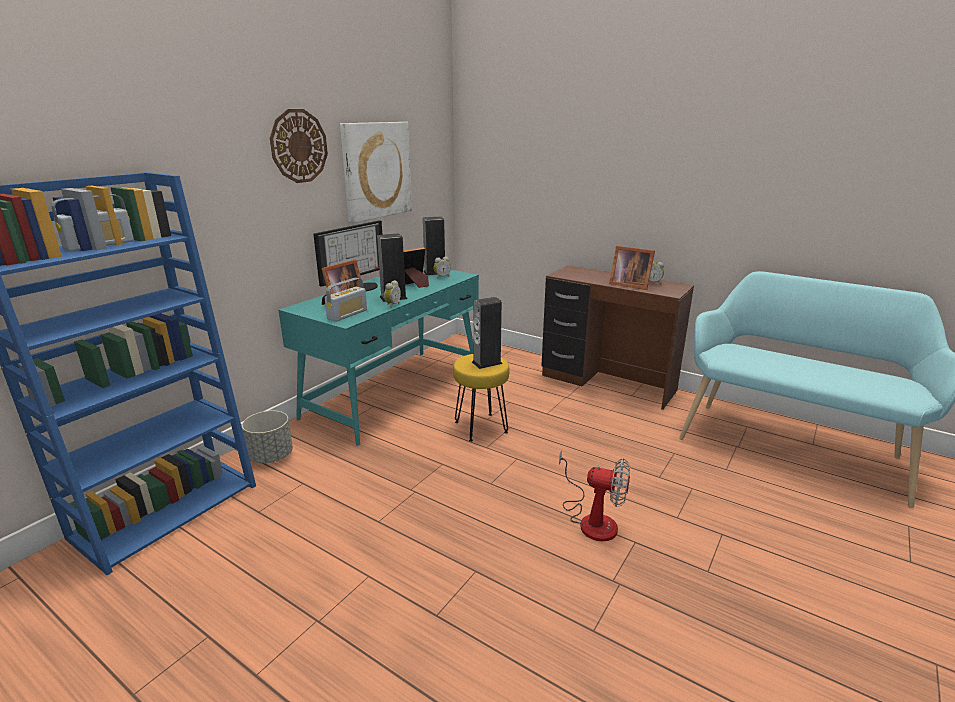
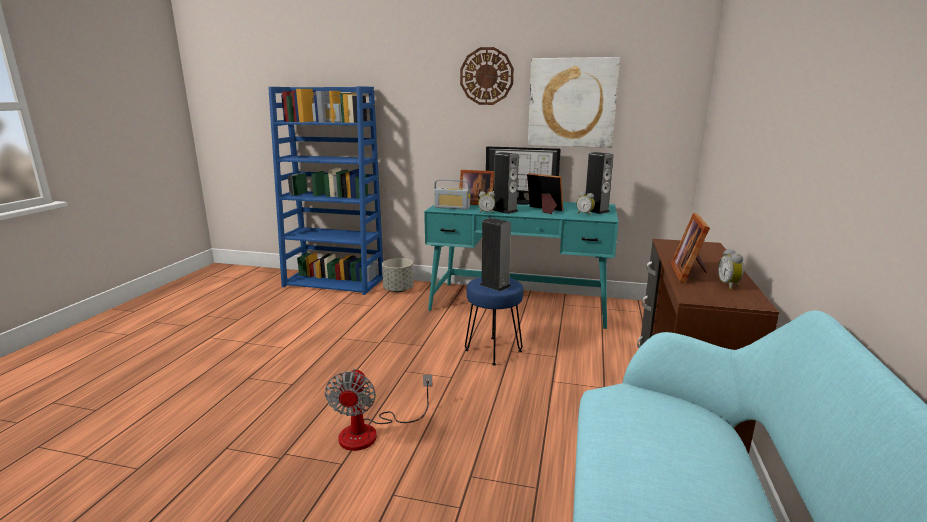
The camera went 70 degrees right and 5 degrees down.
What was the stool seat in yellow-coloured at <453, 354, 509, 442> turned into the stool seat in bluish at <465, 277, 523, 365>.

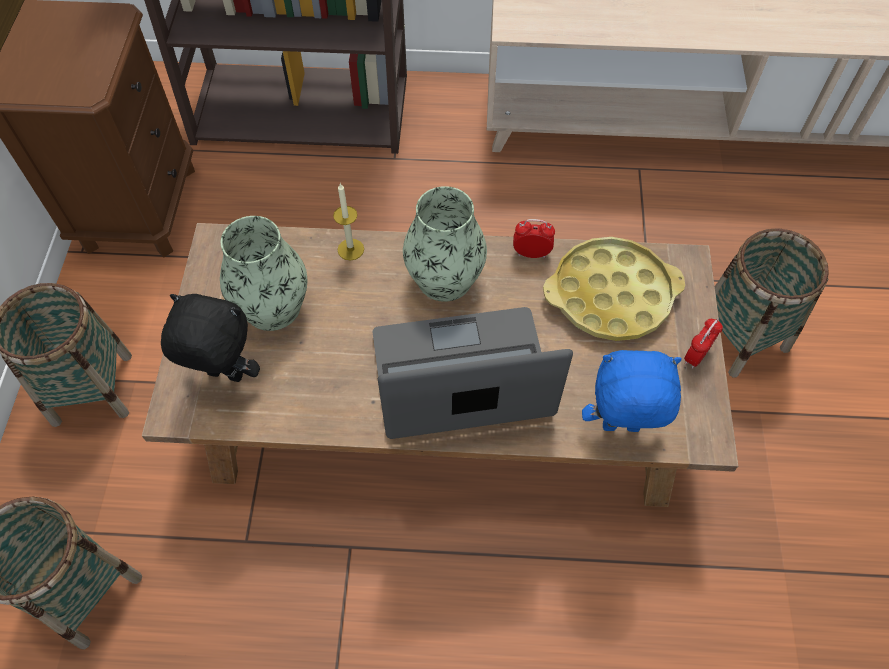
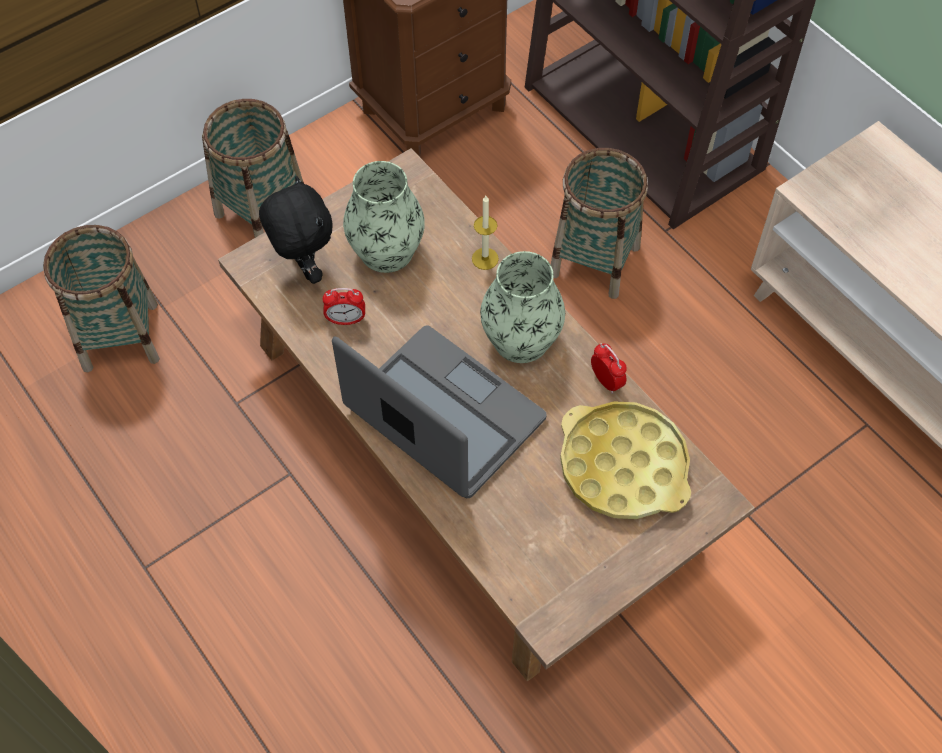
The camera went 50 degrees right and 0 degrees up.
The alarm clock ended up elsewhere, having gone from <684, 319, 723, 369> to <322, 288, 365, 325>.
The household basket ended up elsewhere, having gone from <715, 228, 829, 378> to <551, 148, 648, 299>.
The second view lost the cuddly toy in bluish at <582, 350, 682, 432>.

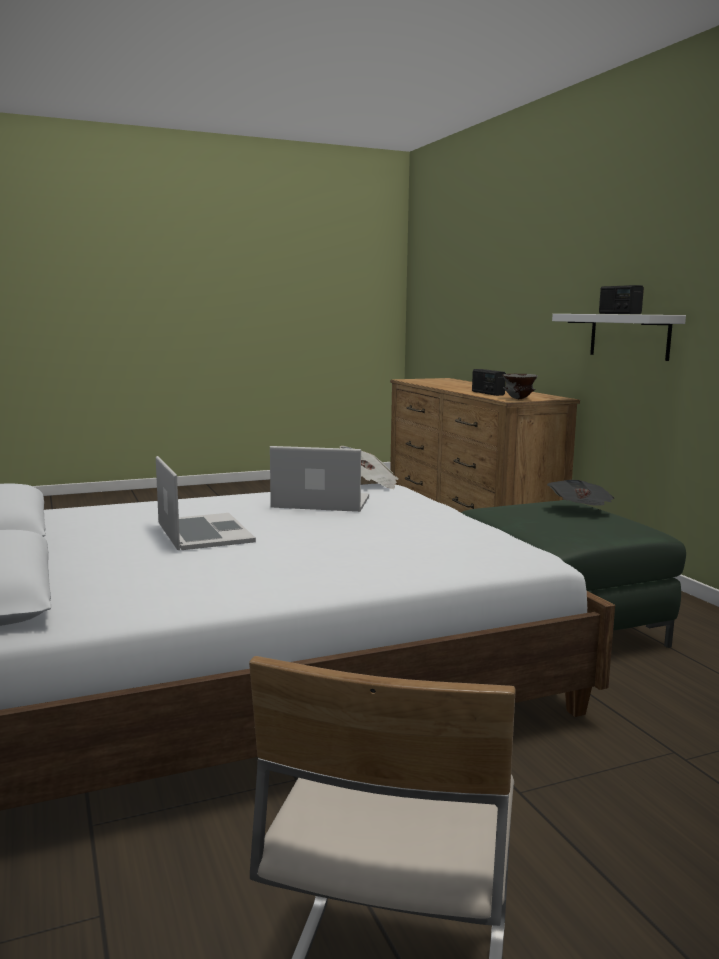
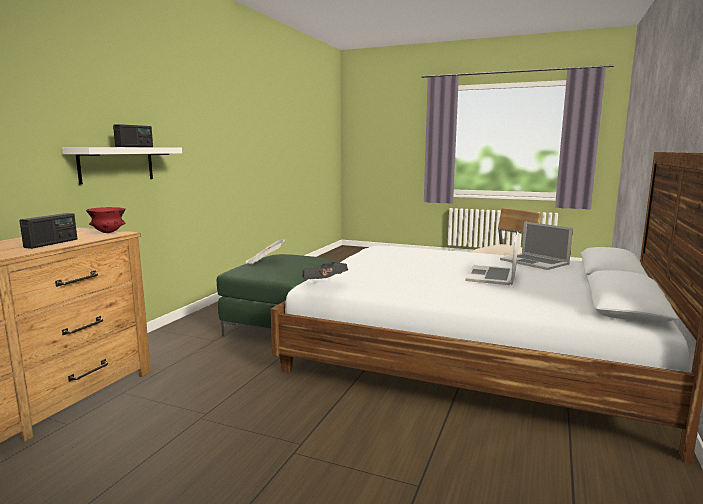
The camera went 135 degrees left and 0 degrees up.
What was the deep dish in greyish at <502, 374, 538, 399> turned into the deep dish in red-coloured at <86, 207, 126, 233>.
The notebook computer ended up elsewhere, having gone from <270, 446, 369, 512> to <500, 221, 573, 270>.

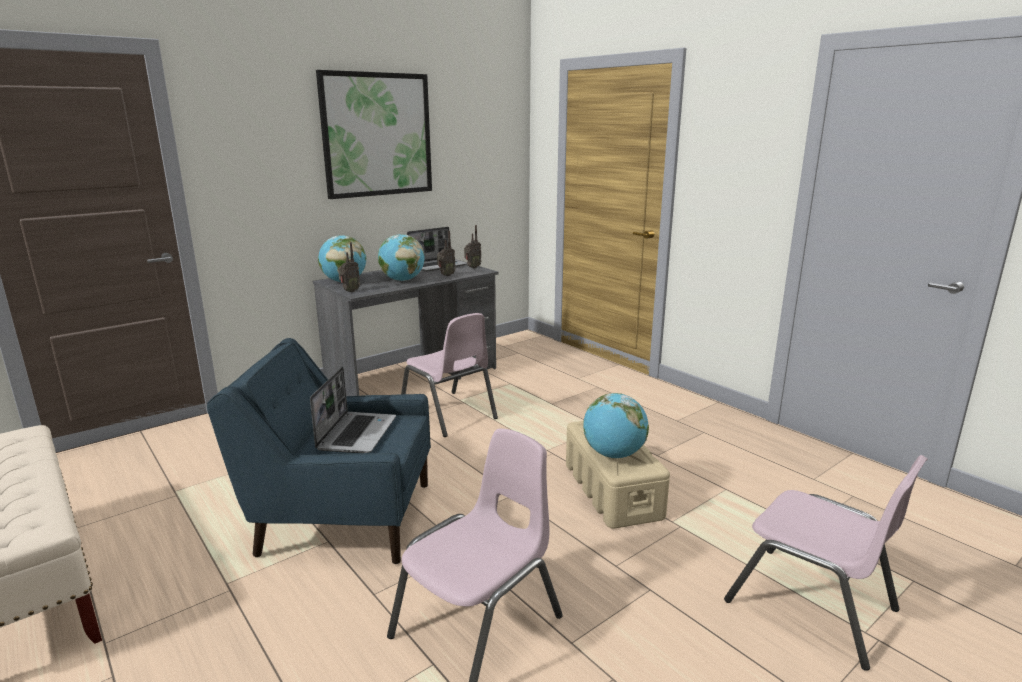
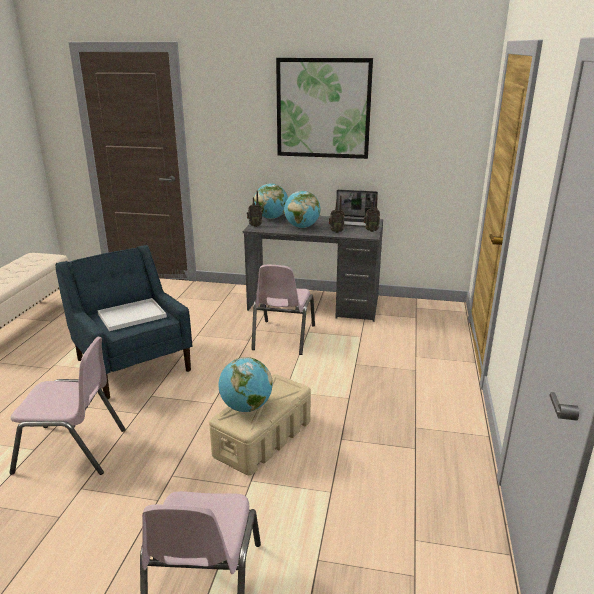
The camera went 50 degrees right and 5 degrees up.
Where the notebook computer stood at <310, 367, 396, 453>, the carrying tray in whitish came to stand at <98, 298, 167, 331>.

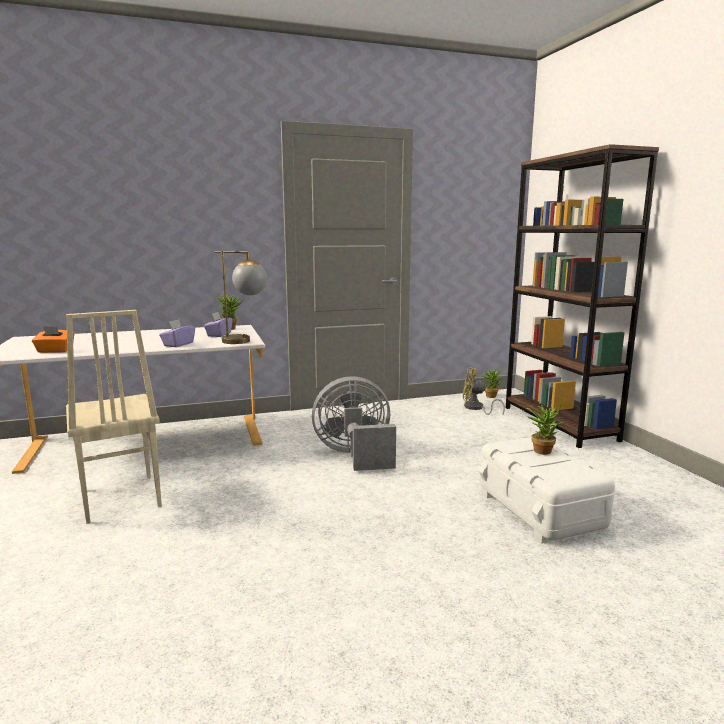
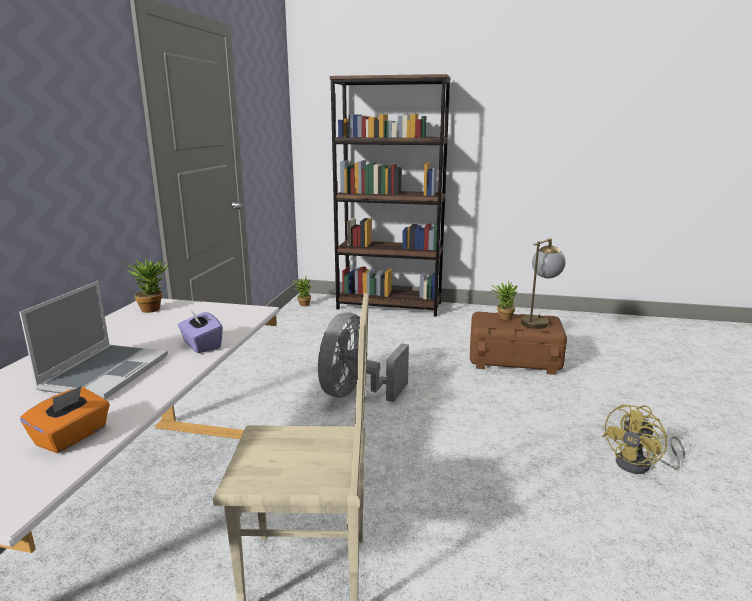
The camera went 60 degrees left and 5 degrees up.
The second view gained the notebook computer at <19, 281, 168, 399>.
What was the storage container in whitish at <478, 437, 615, 544> turned into the storage container in brown at <470, 312, 567, 375>.
The table lamp ended up elsewhere, having gone from <214, 250, 267, 344> to <521, 238, 565, 329>.
The cooling fan in yellow-coloured ended up elsewhere, having gone from <463, 367, 505, 416> to <602, 404, 685, 474>.
The second view lost the tissue box in purple at <204, 312, 233, 337>.

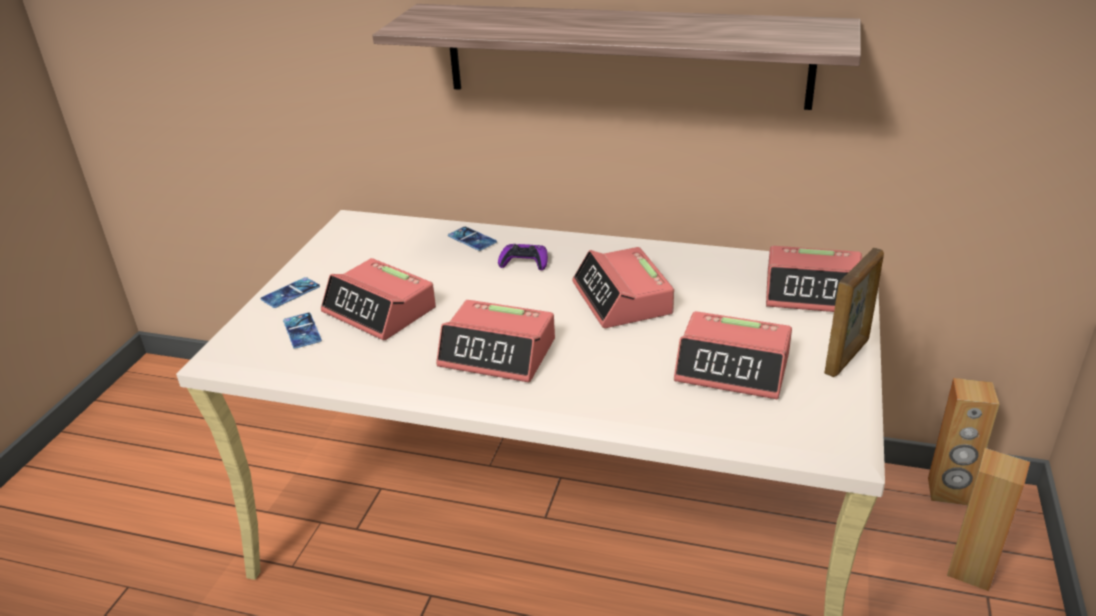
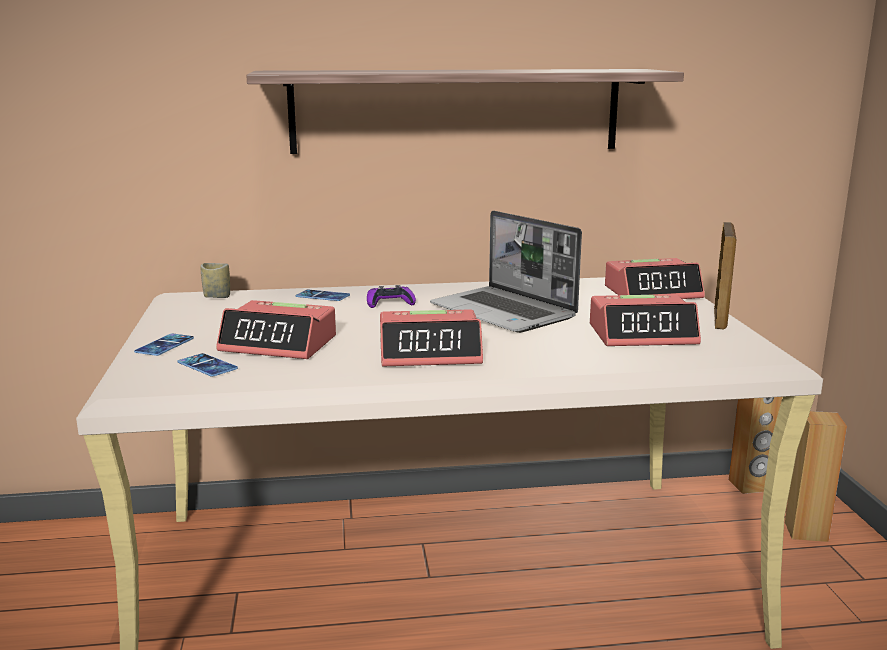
The camera went 25 degrees left and 15 degrees down.
The second view gained the cup at <200, 263, 230, 298>.
Where the alarm clock stood at <572, 247, 674, 328>, the notebook computer came to stand at <430, 211, 582, 333>.

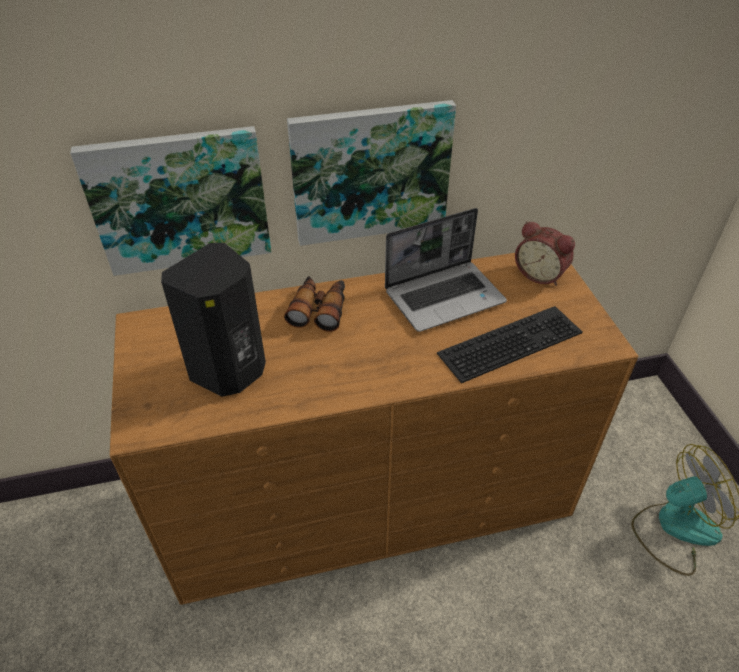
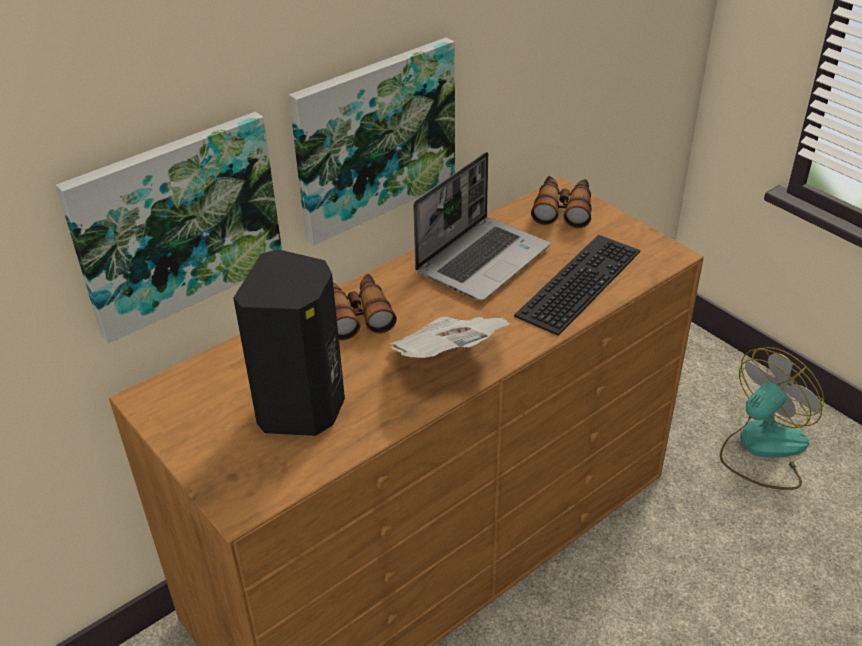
The camera went 25 degrees left and 5 degrees down.
The second view gained the printed paper at <390, 316, 510, 358>.
Where the alarm clock stood at <515, 221, 575, 286>, the pair of binoculars came to stand at <531, 176, 592, 228>.

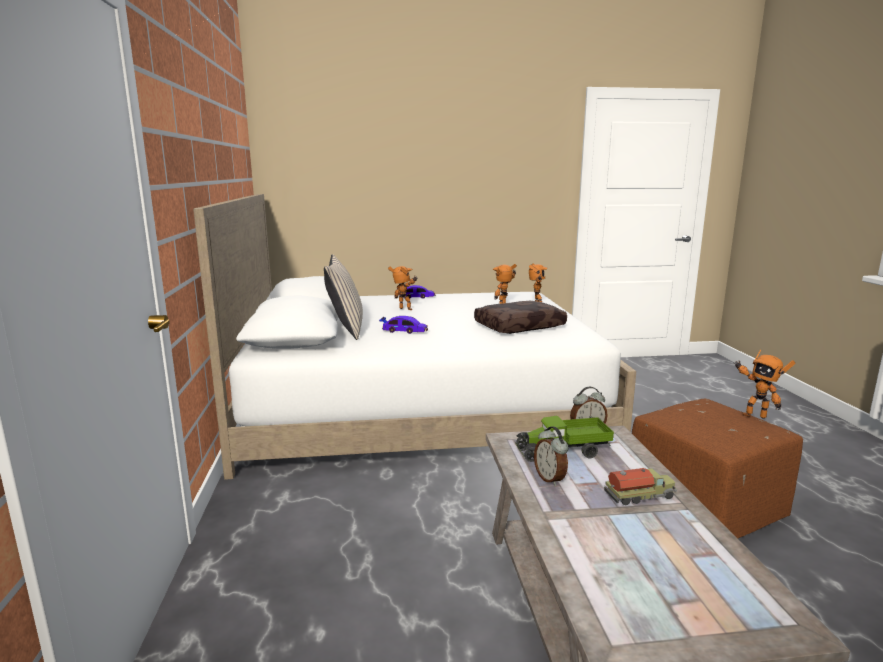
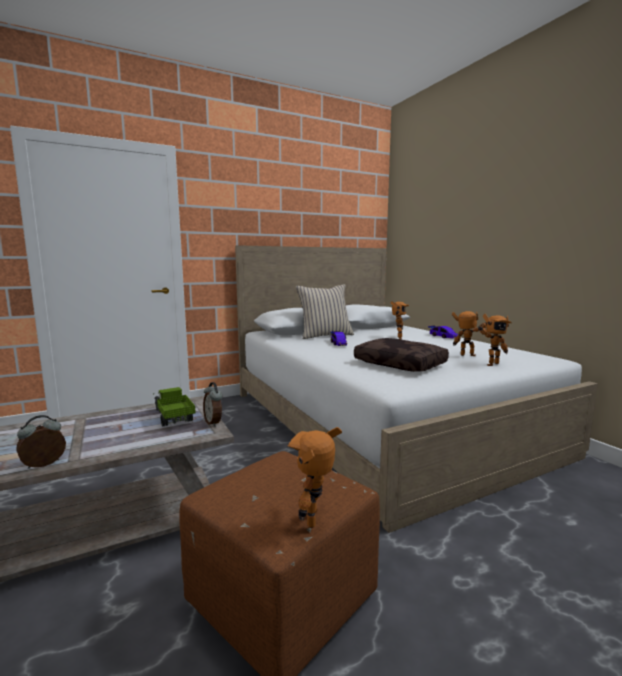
The camera went 70 degrees right and 5 degrees down.
The alarm clock ended up elsewhere, having gone from <534, 426, 568, 486> to <16, 415, 66, 469>.
The second view lost the toy lorry at <604, 468, 677, 505>.

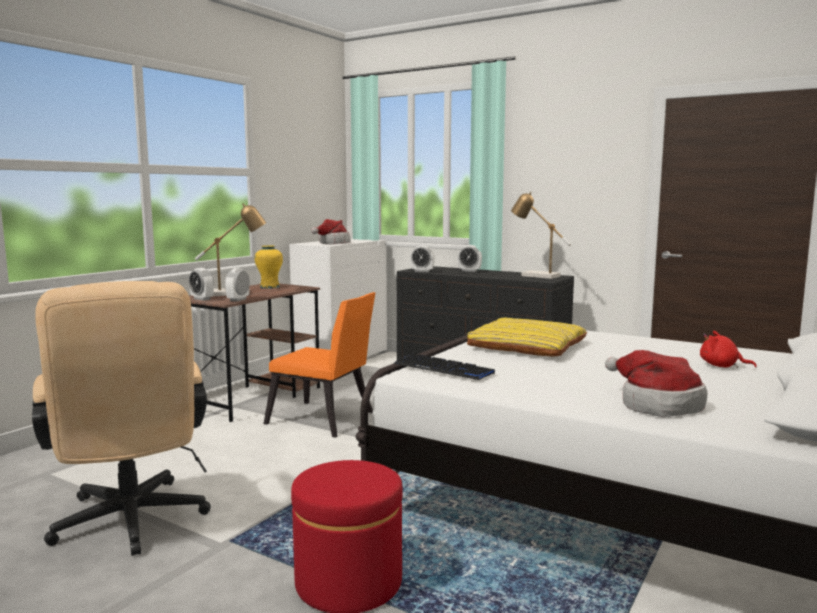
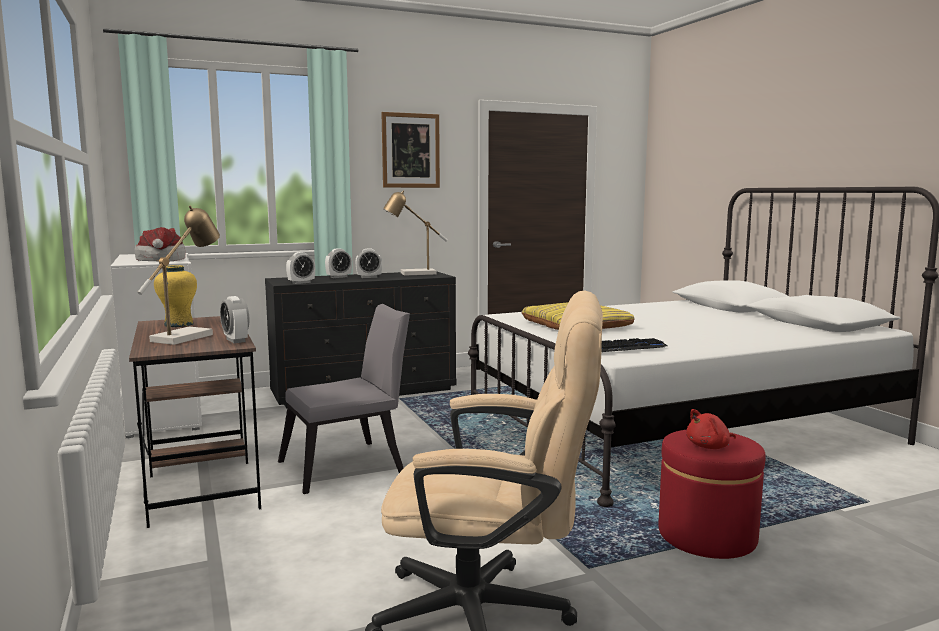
The camera went 55 degrees left and 0 degrees up.
What was the chair in orange at <264, 292, 376, 438> turned into the chair in greyish at <278, 304, 410, 494>.
The alarm clock ended up elsewhere, having gone from <189, 268, 214, 301> to <355, 248, 382, 278>.
The second view gained the wall picture at <381, 112, 440, 188>.
The cuddly toy in red-coloured ended up elsewhere, having gone from <700, 331, 757, 368> to <686, 409, 736, 449>.
The second view lost the wearable hat at <605, 350, 707, 417>.

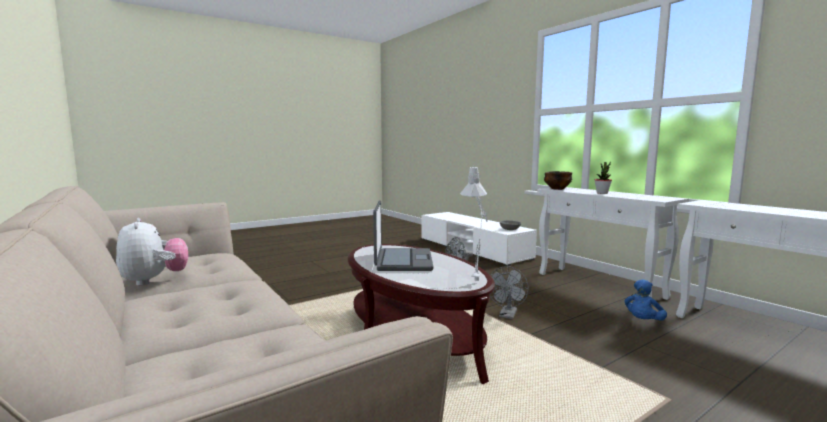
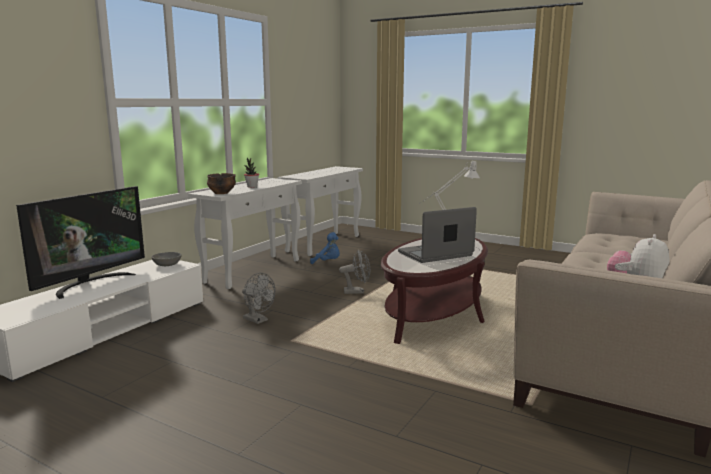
The camera went 115 degrees left and 5 degrees up.
The second view gained the television at <16, 186, 145, 299>.

